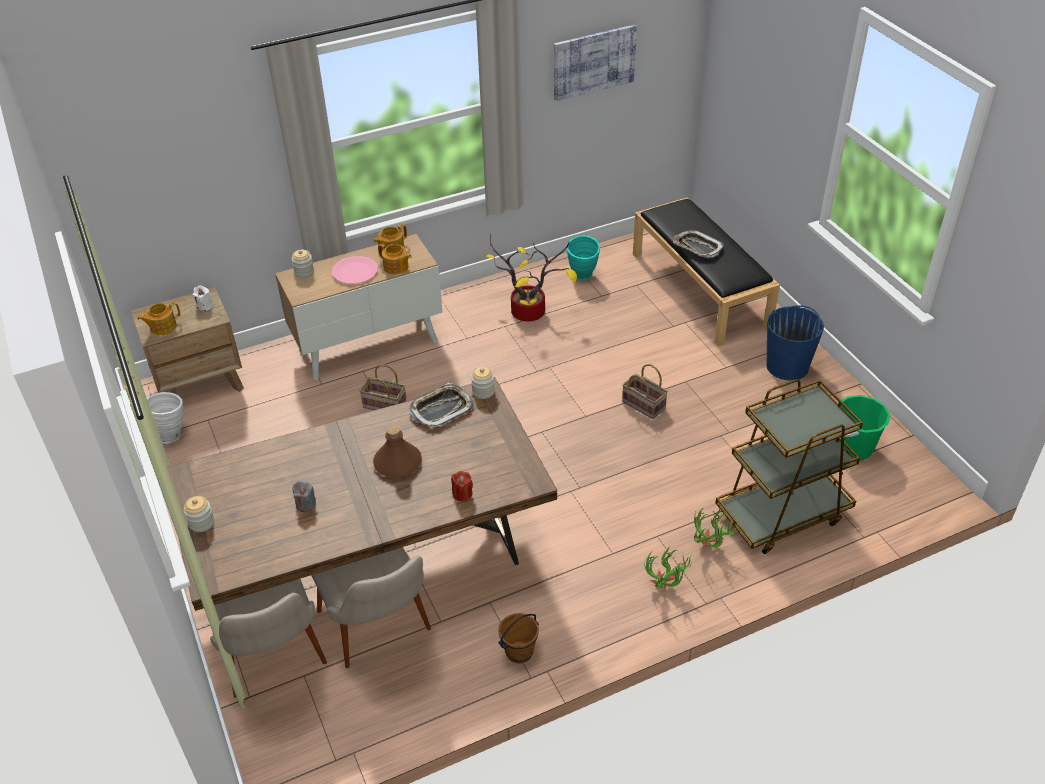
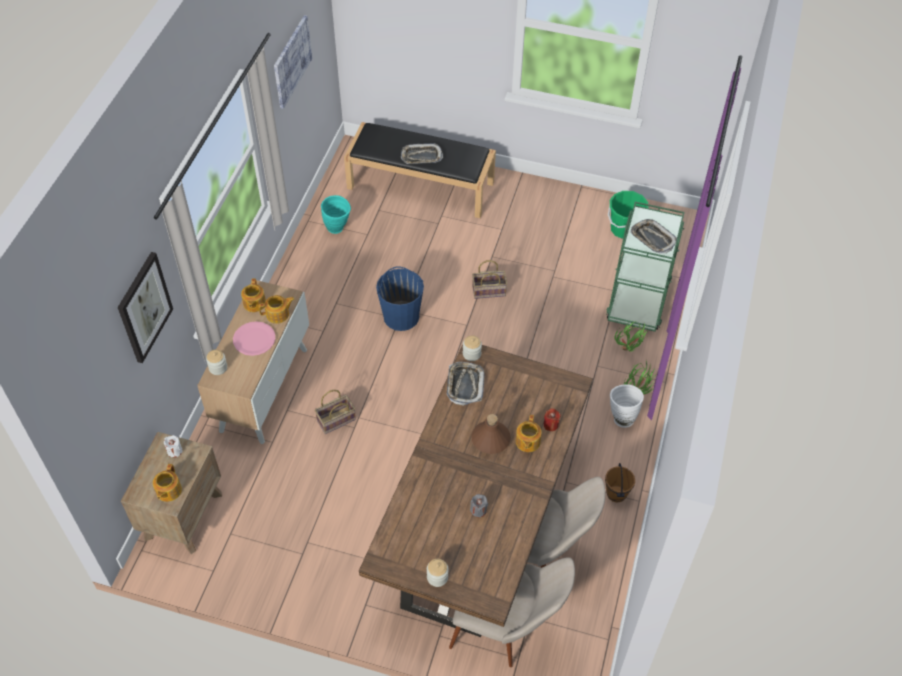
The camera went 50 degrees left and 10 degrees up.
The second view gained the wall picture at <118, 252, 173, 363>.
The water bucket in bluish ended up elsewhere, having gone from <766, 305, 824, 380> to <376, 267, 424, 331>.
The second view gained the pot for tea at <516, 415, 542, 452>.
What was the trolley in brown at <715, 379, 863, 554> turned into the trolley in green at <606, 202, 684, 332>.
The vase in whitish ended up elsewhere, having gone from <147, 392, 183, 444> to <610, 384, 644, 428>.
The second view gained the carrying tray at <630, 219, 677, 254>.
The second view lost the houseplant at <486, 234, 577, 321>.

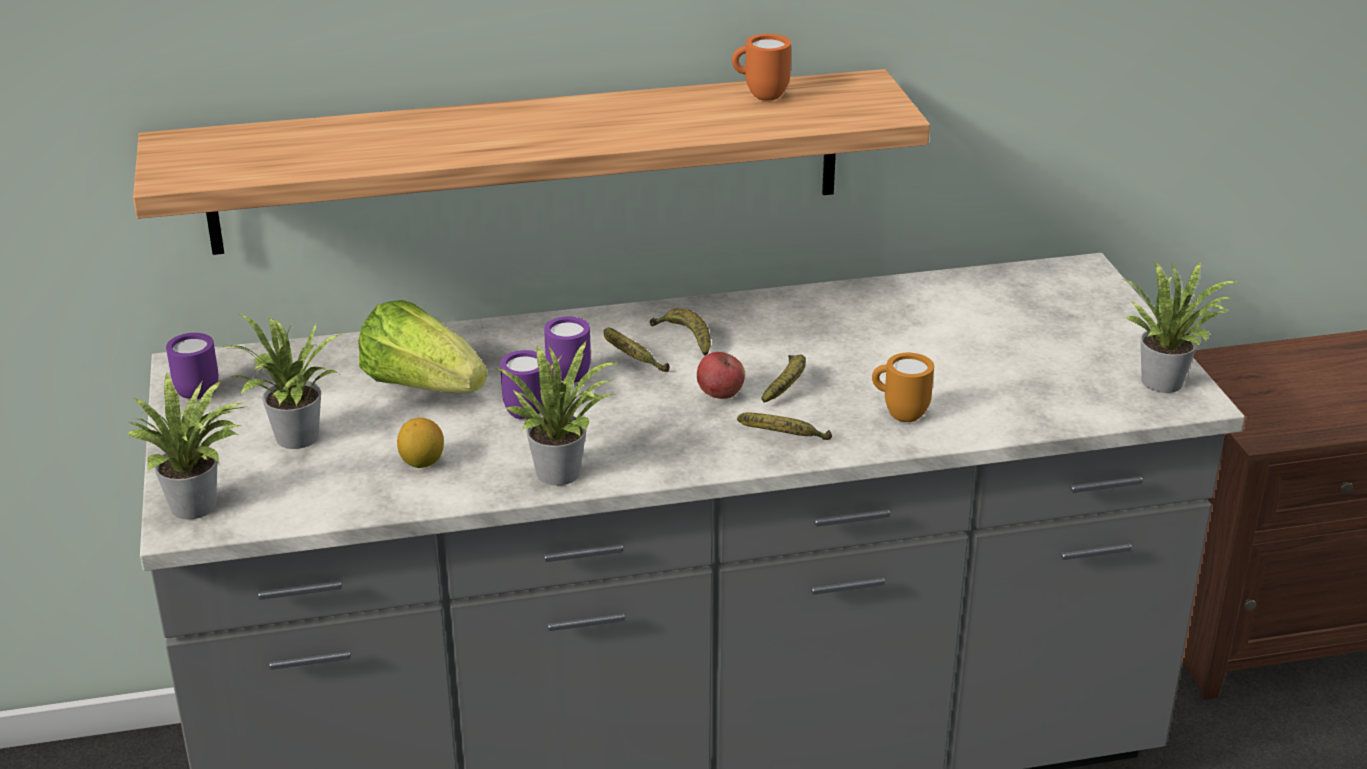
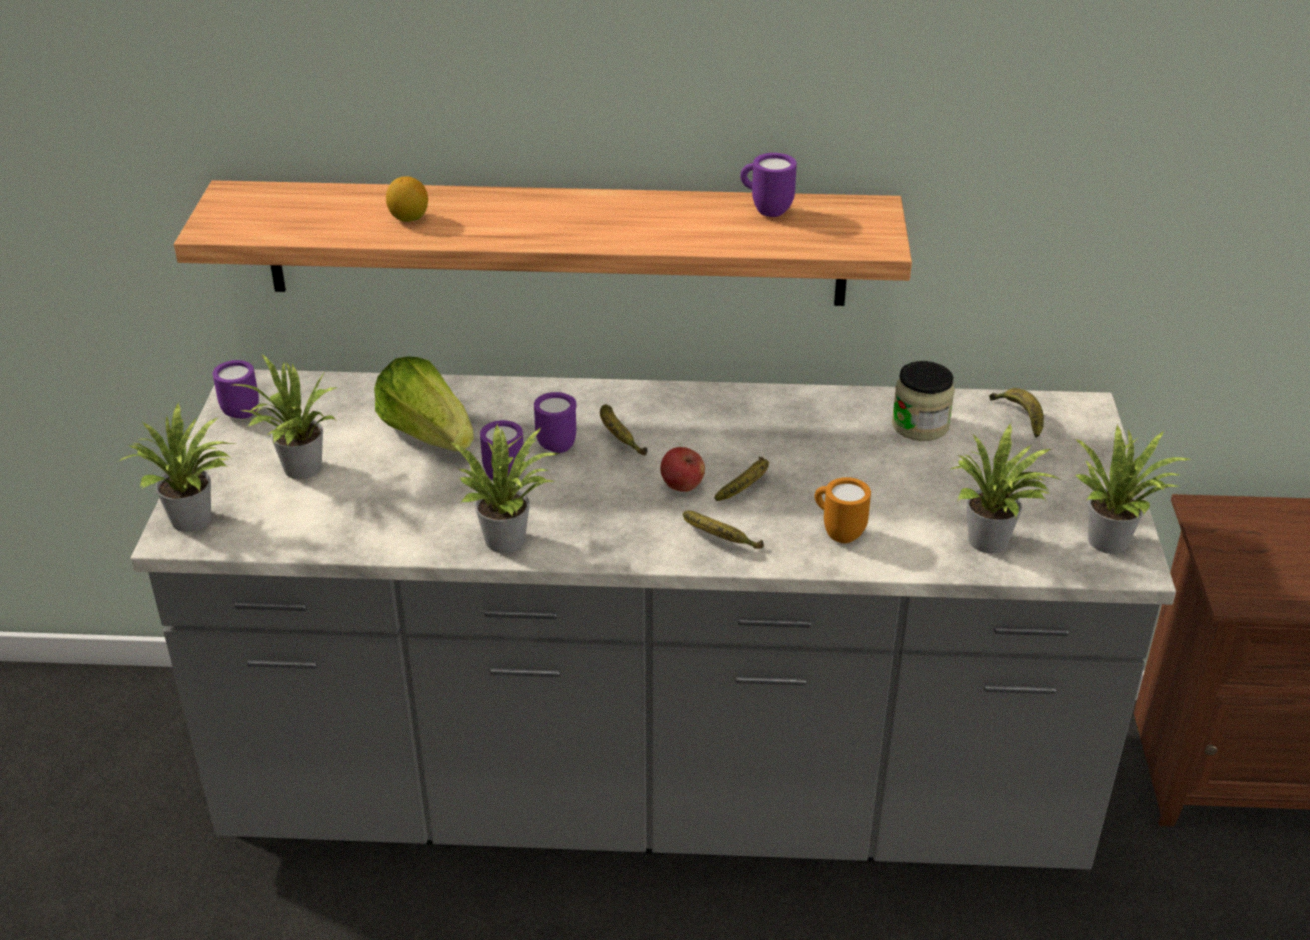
The camera went 15 degrees right and 5 degrees up.
The lemon ended up elsewhere, having gone from <397, 418, 444, 468> to <386, 177, 428, 222>.
What was the coffee mug in orange at <732, 34, 791, 101> turned into the coffee mug in purple at <740, 153, 797, 217>.
The second view gained the storage jar at <892, 361, 955, 441>.
The second view gained the houseplant at <948, 423, 1062, 553>.
The banana ended up elsewhere, having gone from <650, 308, 711, 356> to <989, 388, 1044, 438>.

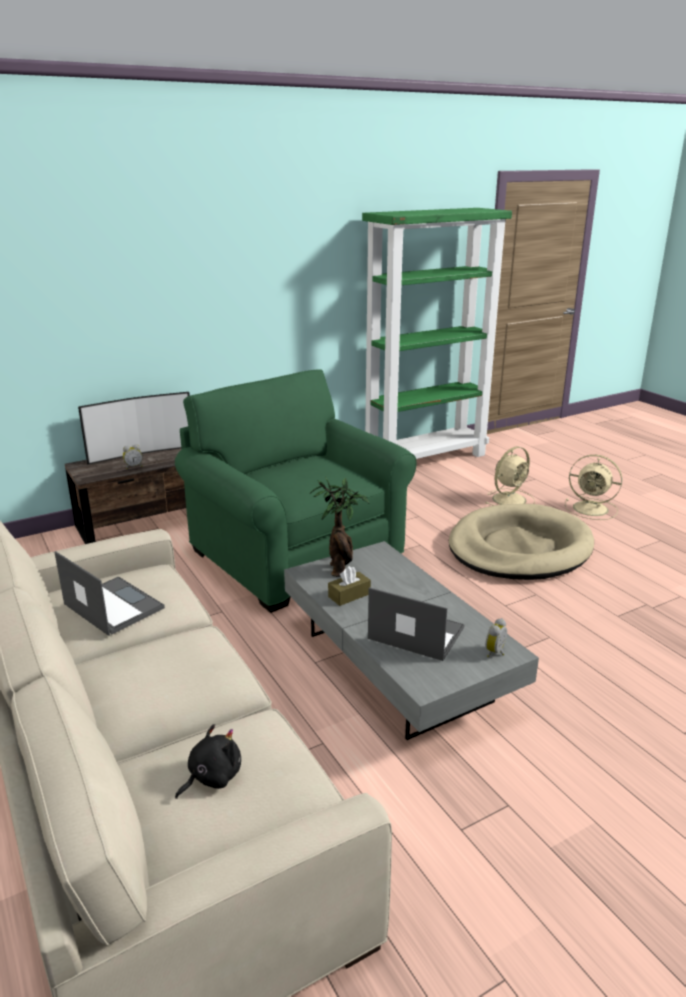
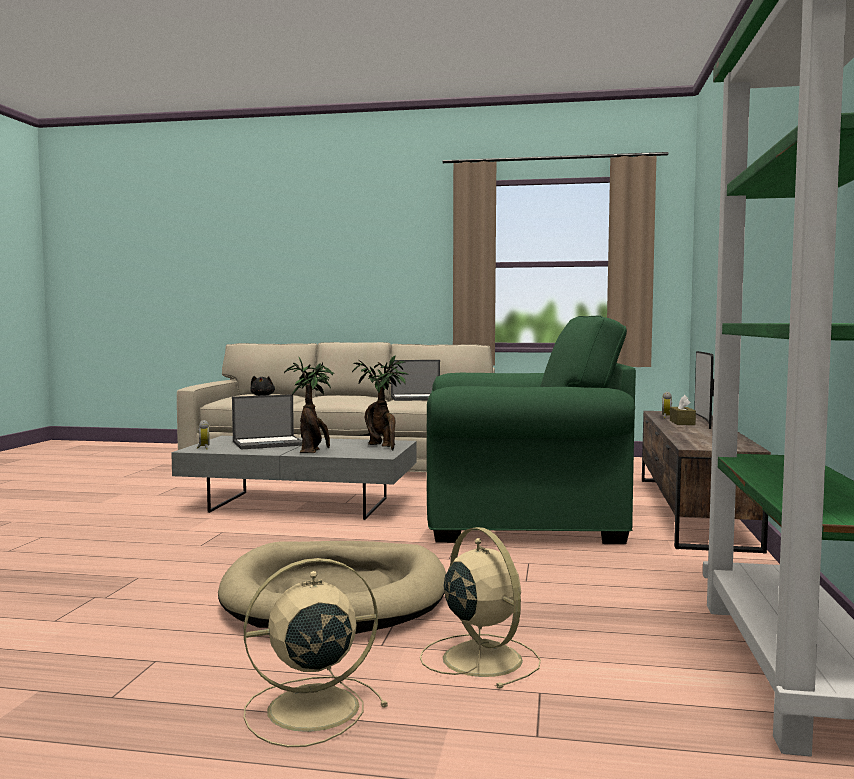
The camera went 130 degrees right and 20 degrees down.
The second view gained the houseplant at <284, 357, 334, 453>.
The cooling fan in beige at <485, 447, 535, 506> ended up facing another way, 150 degrees clockwise from before.
The tissue box in brown ended up elsewhere, having gone from <328, 566, 371, 606> to <670, 395, 696, 425>.

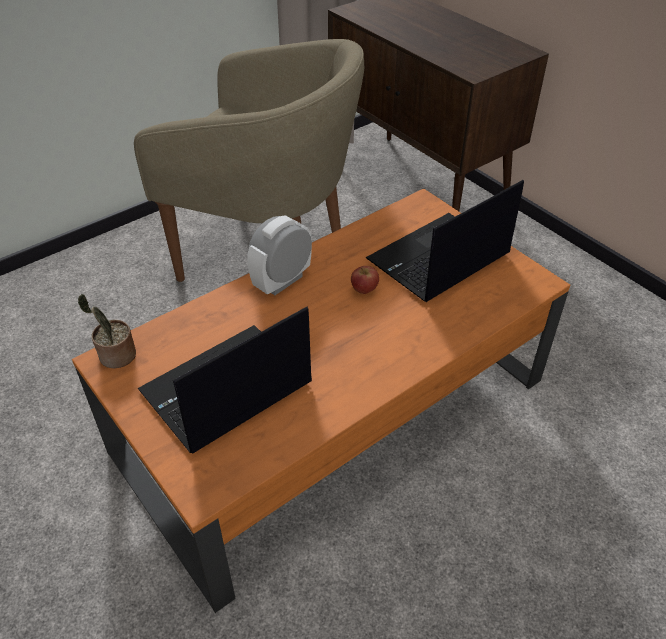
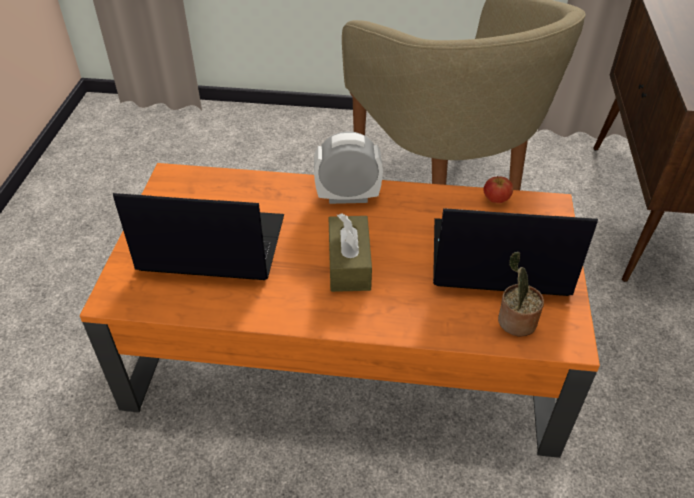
The camera went 45 degrees right and 0 degrees up.
The second view gained the tissue box in brown at <329, 213, 372, 292>.
The apple fruit ended up elsewhere, having gone from <351, 266, 379, 294> to <484, 176, 513, 203>.
The houseplant ended up elsewhere, having gone from <78, 294, 136, 368> to <498, 252, 544, 337>.

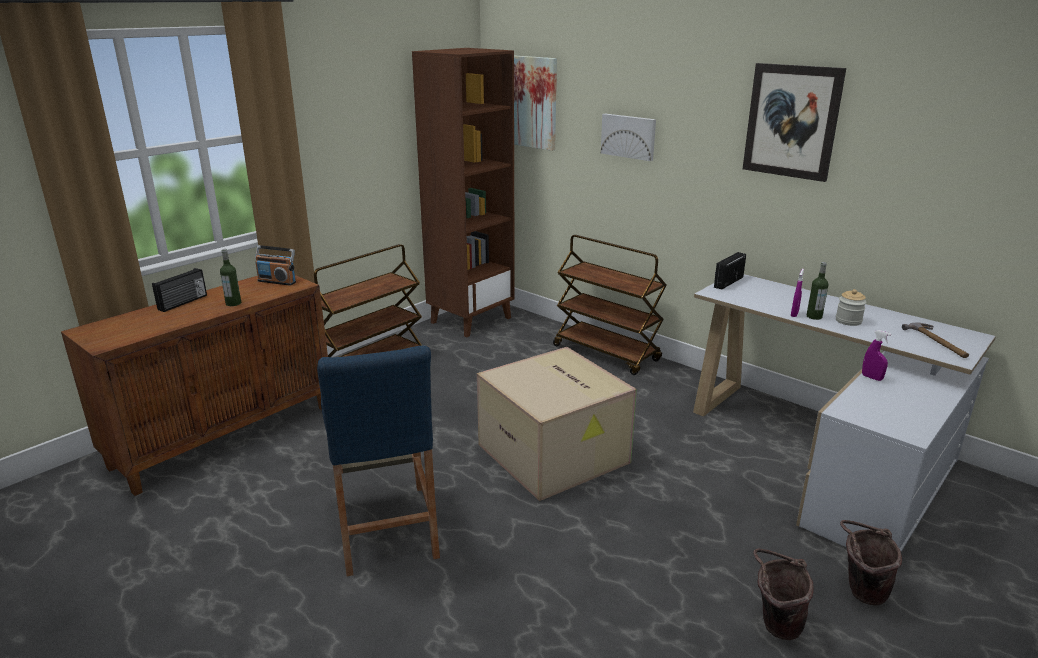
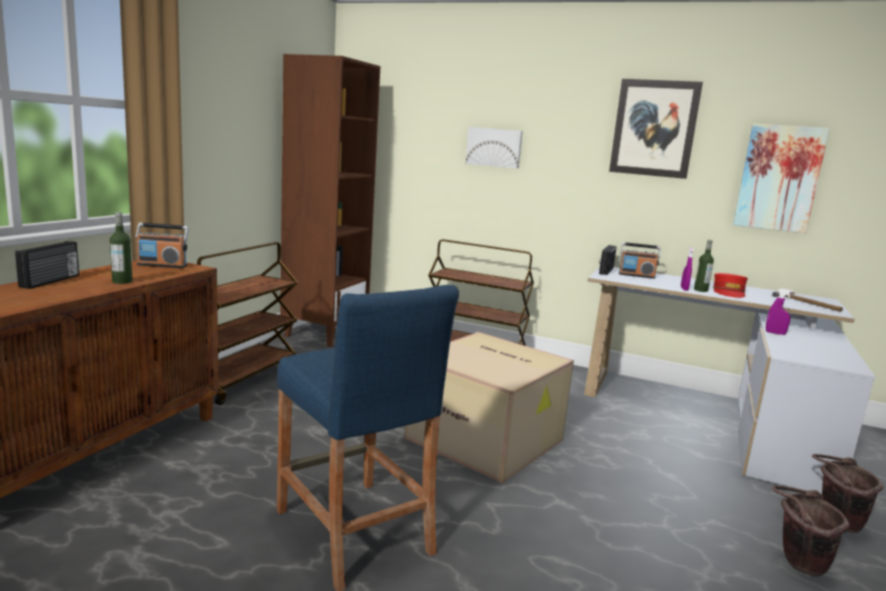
The camera went 20 degrees left and 10 degrees down.
The second view gained the radio receiver at <619, 242, 661, 279>.
Where the storage jar stood at <836, 289, 867, 326>, the cap in red-coloured came to stand at <713, 273, 748, 298>.
The wall picture ended up elsewhere, having gone from <514, 55, 557, 151> to <733, 123, 830, 233>.

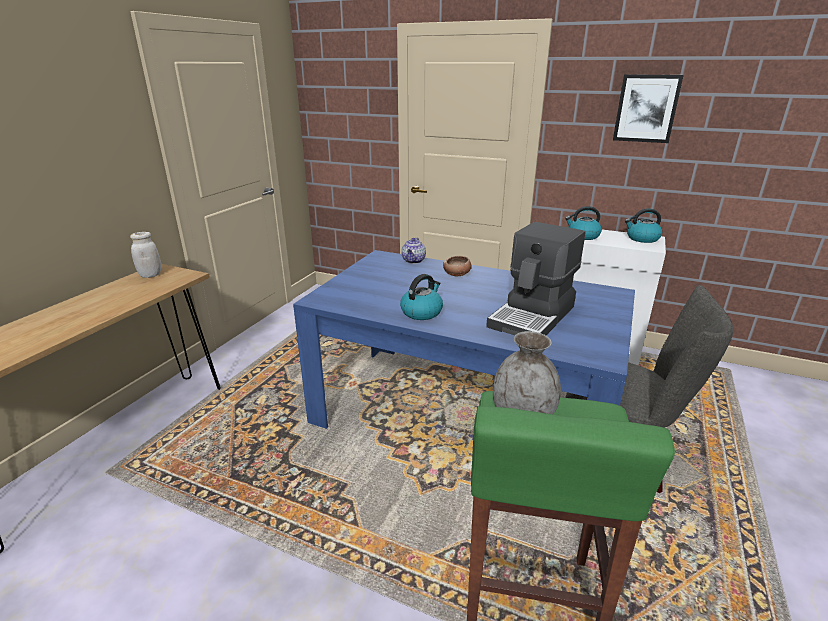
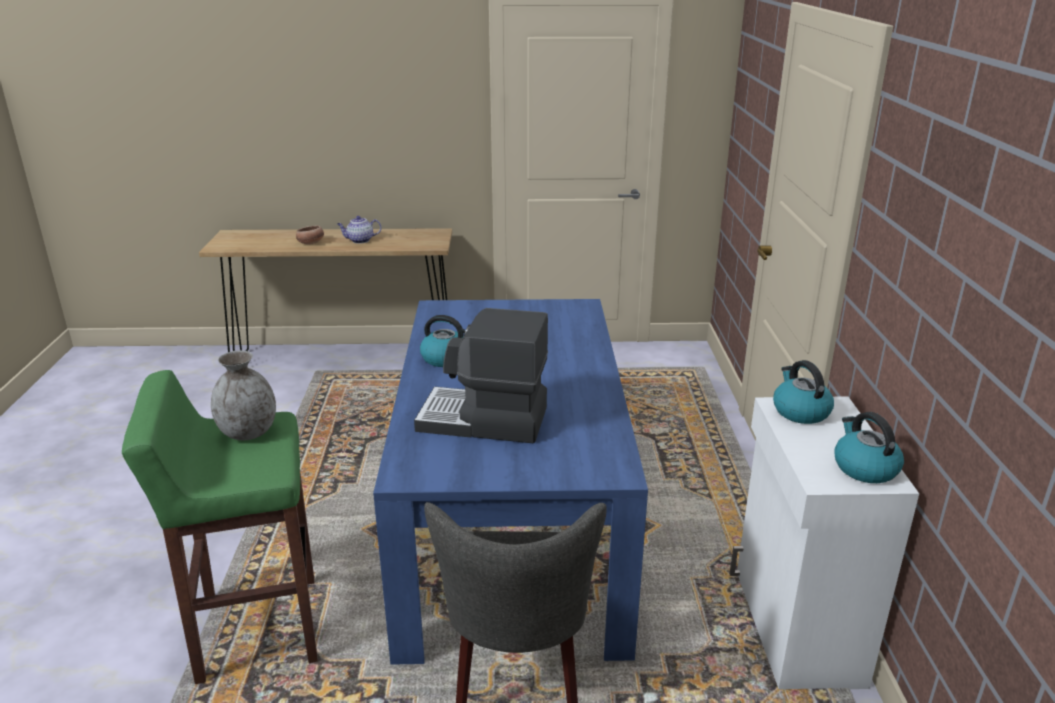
The camera went 65 degrees right and 0 degrees up.
The deep dish ended up elsewhere, having gone from <443, 256, 472, 276> to <296, 226, 324, 245>.
The pot for tea ended up elsewhere, having gone from <401, 238, 426, 264> to <337, 216, 382, 244>.
The second view lost the storage jar in whitish at <130, 232, 161, 278>.
The second view lost the wall picture at <613, 74, 684, 143>.

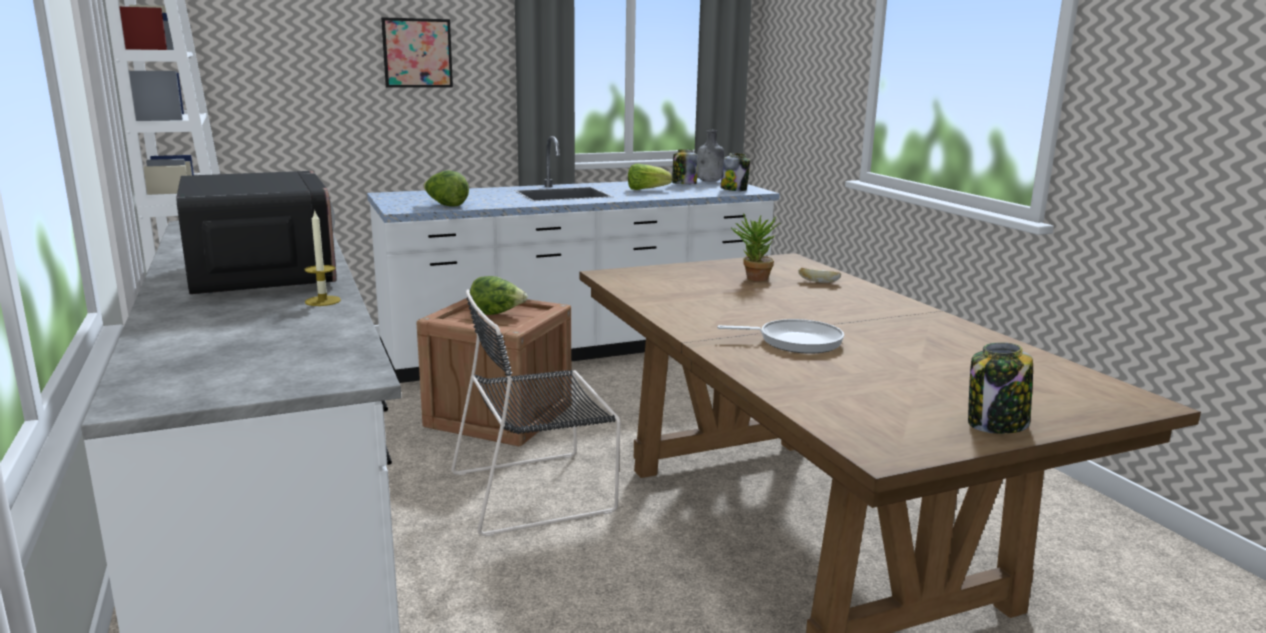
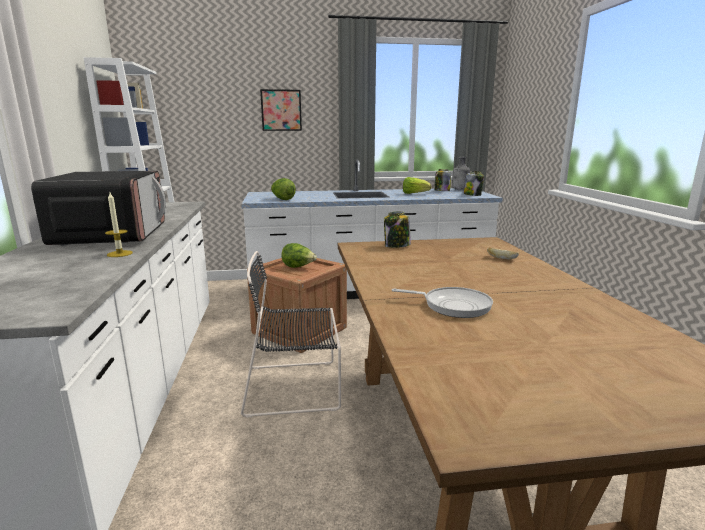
The camera went 15 degrees right and 0 degrees up.
The storage jar ended up elsewhere, having gone from <968, 342, 1033, 434> to <384, 211, 411, 248>.
The second view lost the houseplant at <731, 213, 781, 281>.

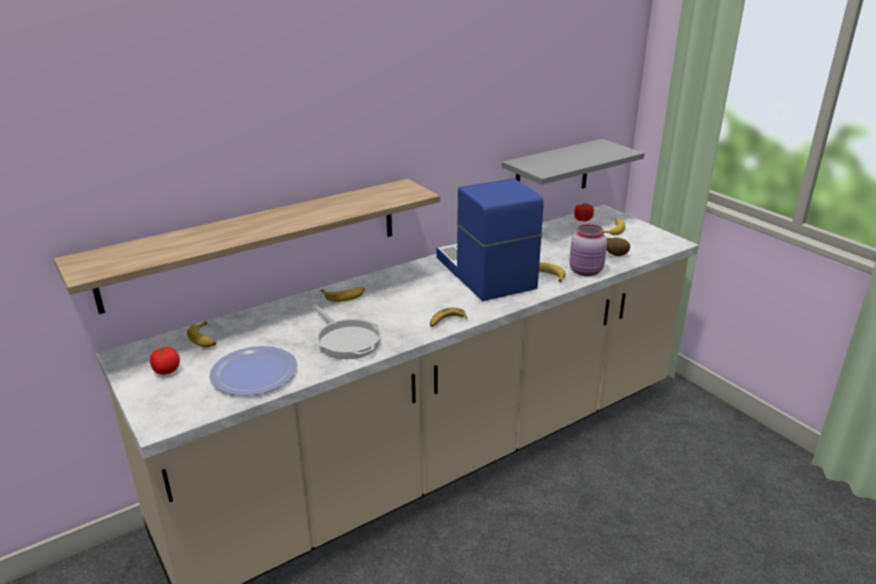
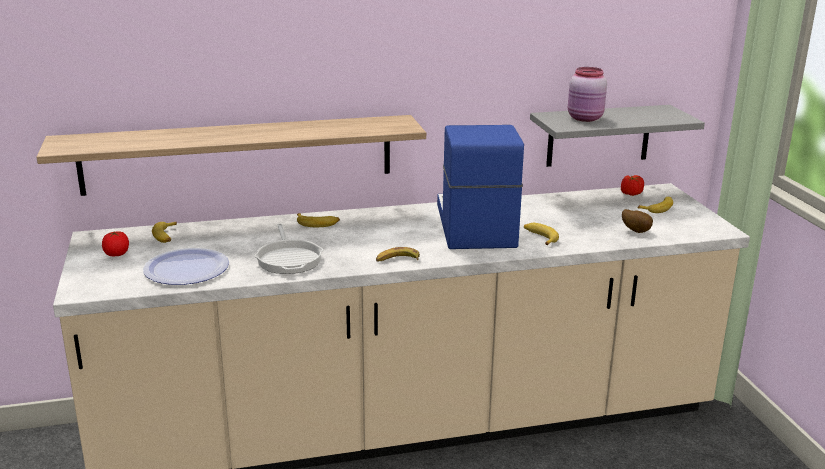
The camera went 20 degrees right and 5 degrees down.
The storage jar in pinkish ended up elsewhere, having gone from <569, 224, 607, 276> to <568, 67, 607, 122>.

